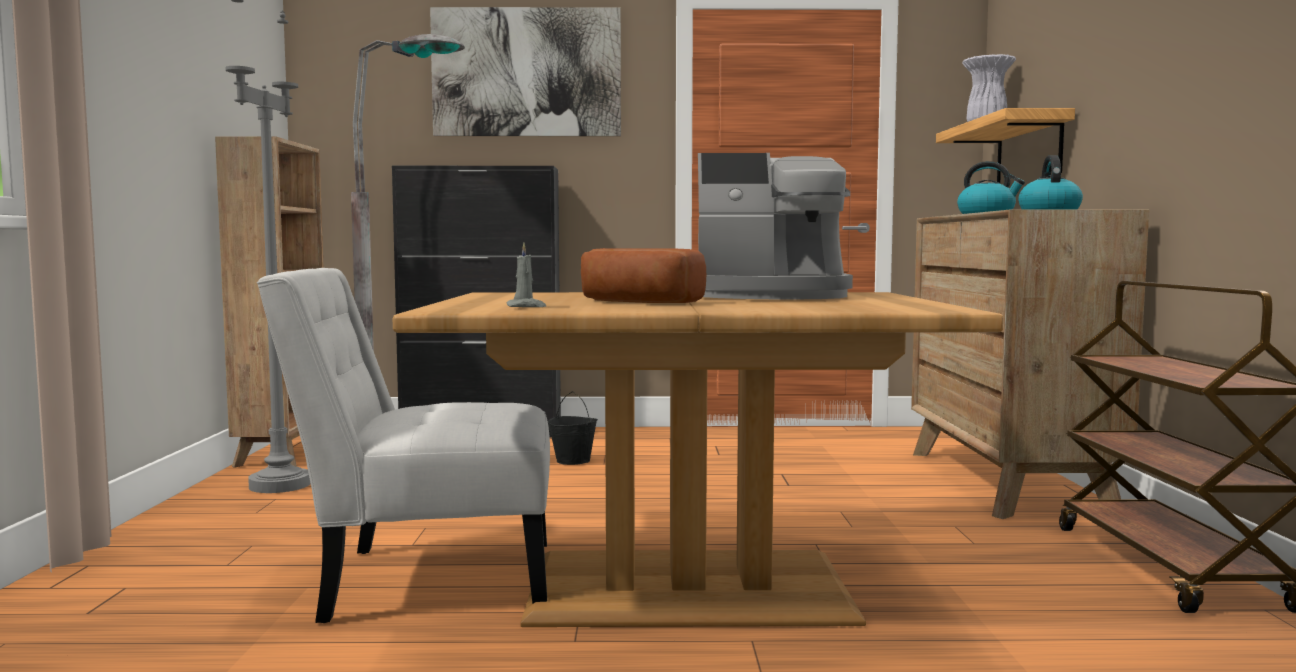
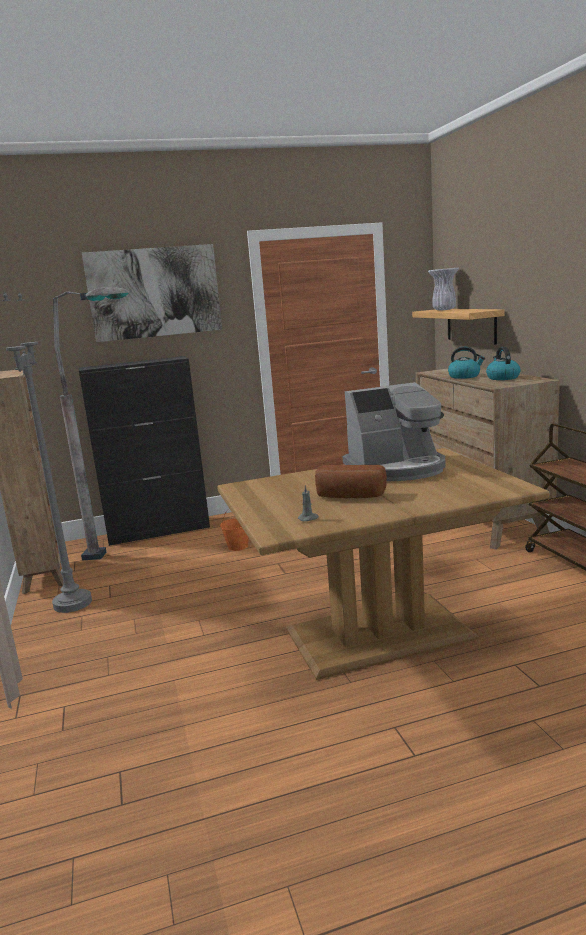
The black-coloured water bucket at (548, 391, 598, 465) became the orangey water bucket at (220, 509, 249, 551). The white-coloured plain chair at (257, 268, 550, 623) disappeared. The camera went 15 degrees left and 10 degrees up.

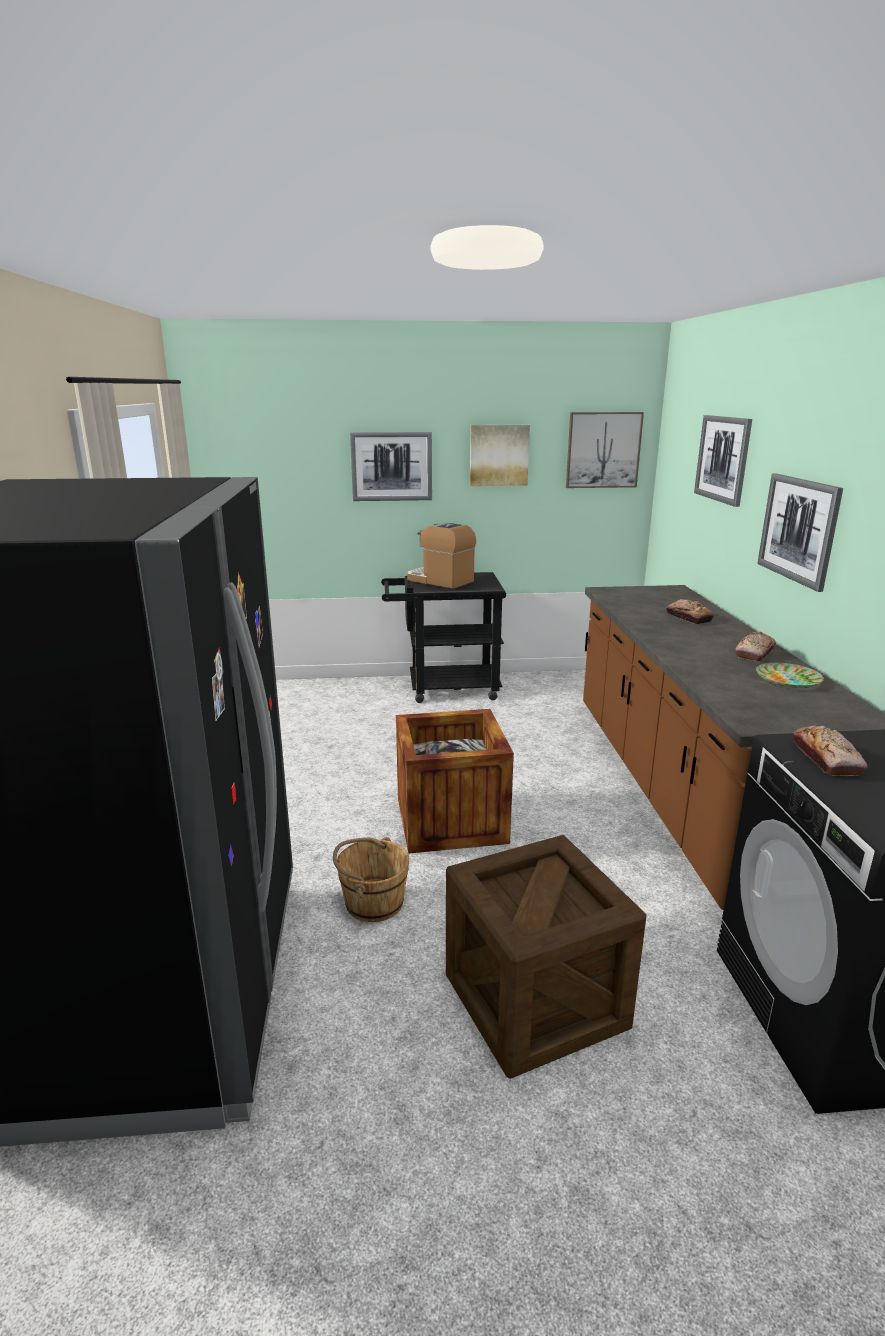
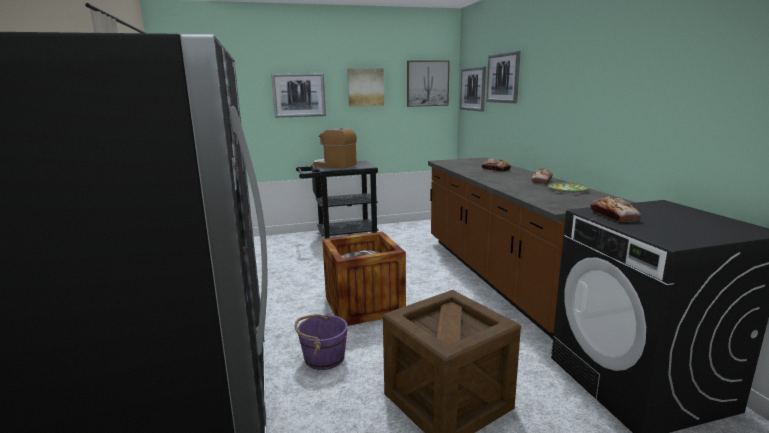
The brown-coloured water bucket at (333, 837, 409, 922) became the purple-coloured water bucket at (295, 313, 348, 370). The wall picture moved from (757, 474, 843, 592) to (460, 66, 486, 112). The camera went 10 degrees left and 5 degrees down.

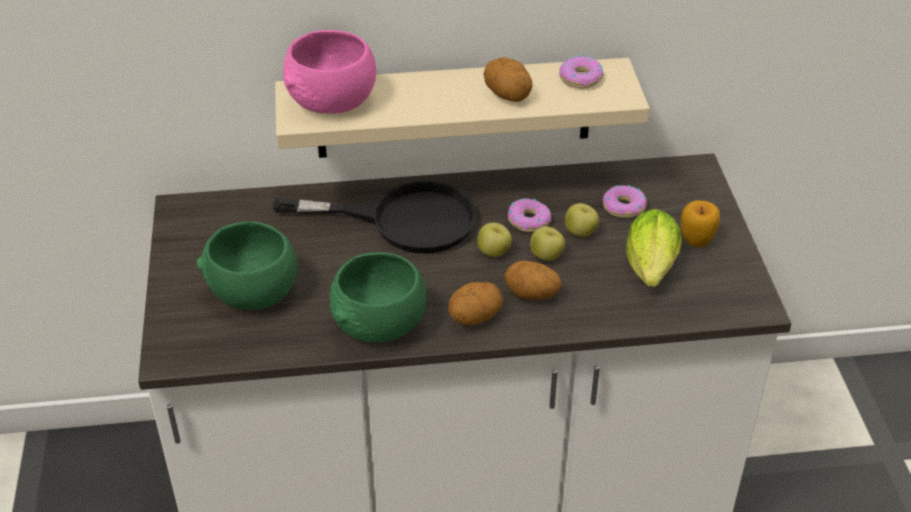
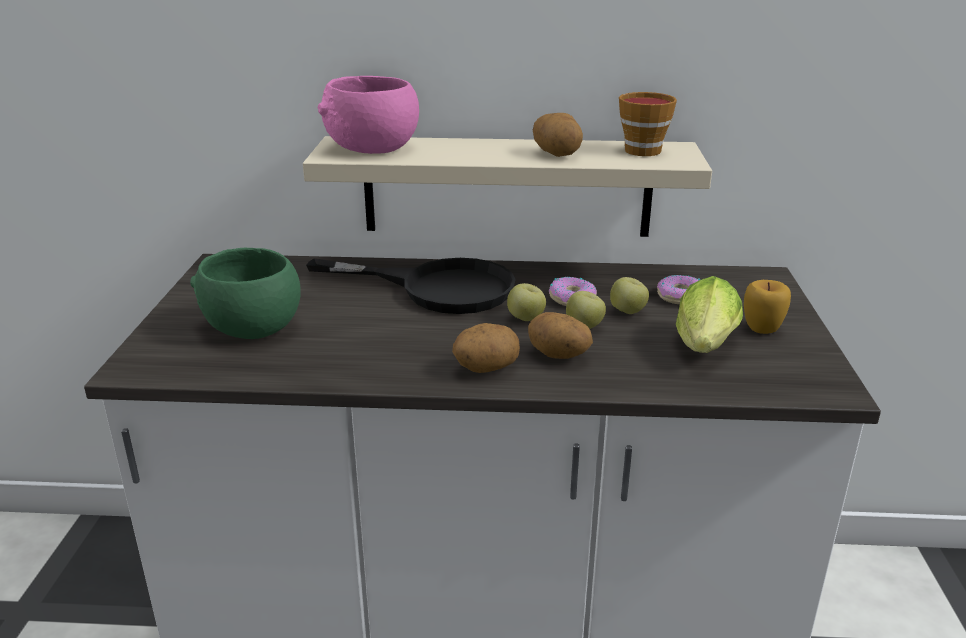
The doughnut at (559, 55, 604, 88) was replaced by the drinking cup at (619, 92, 677, 156). The greenish serving bowl at (329, 252, 427, 343) disappeared. The camera went 10 degrees right and 15 degrees down.

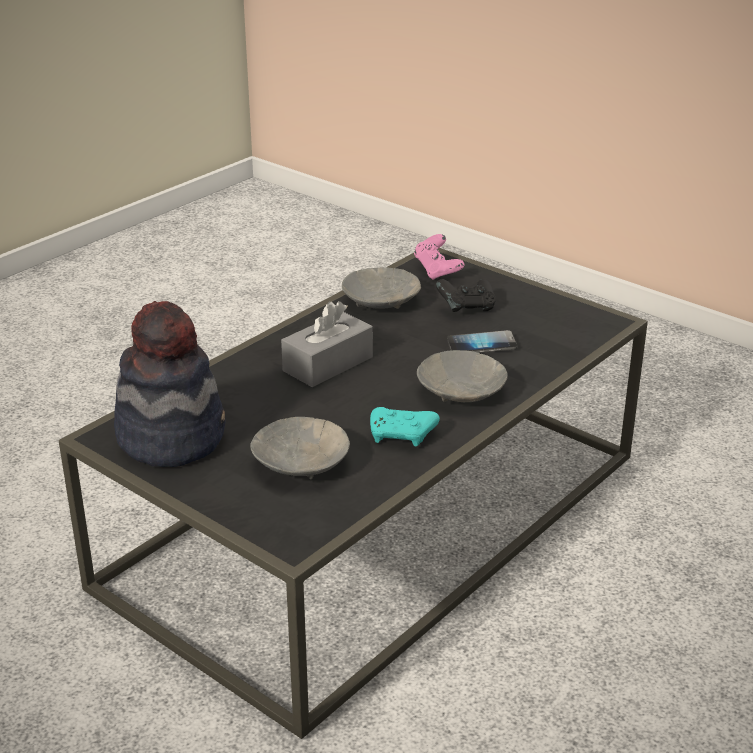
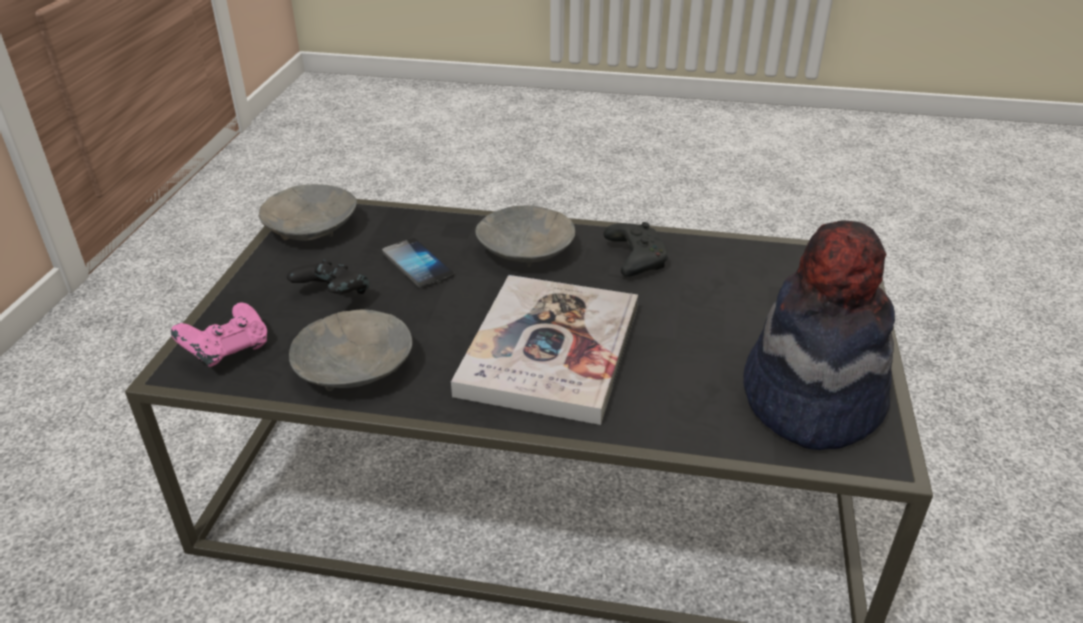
The grey serving bowl moved from (250, 417, 350, 479) to (259, 184, 357, 241). The grey tissue holder at (281, 301, 373, 387) was replaced by the book at (451, 275, 638, 425). The turquoise gamepad at (370, 407, 440, 447) became the black-coloured gamepad at (603, 222, 668, 277). The camera went 120 degrees left and 5 degrees up.

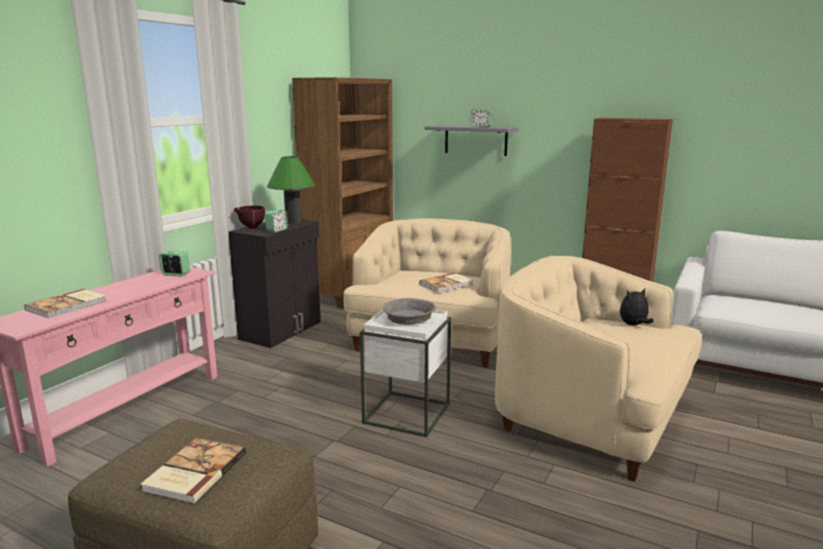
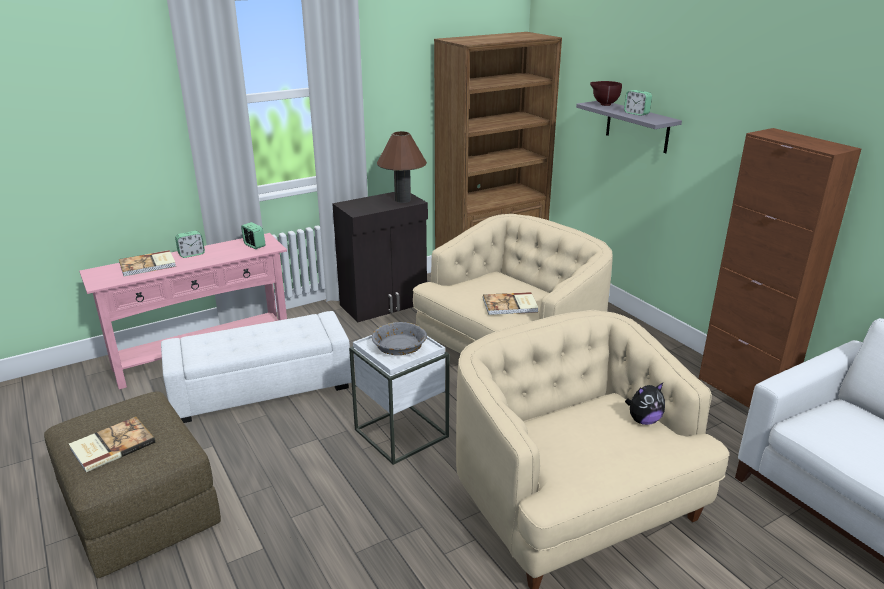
The white-coloured ottoman at (161, 311, 352, 423) appeared. The bedside clock moved from (265, 209, 288, 232) to (175, 231, 205, 258). The greenish lamp for a table at (267, 156, 315, 224) became the brown-coloured lamp for a table at (377, 131, 427, 203). The brown-coloured serving bowl moved from (234, 206, 265, 228) to (590, 81, 622, 106). The cuddly toy at (620, 288, 654, 325) turned 150 degrees clockwise. The camera went 30 degrees right and 10 degrees up.

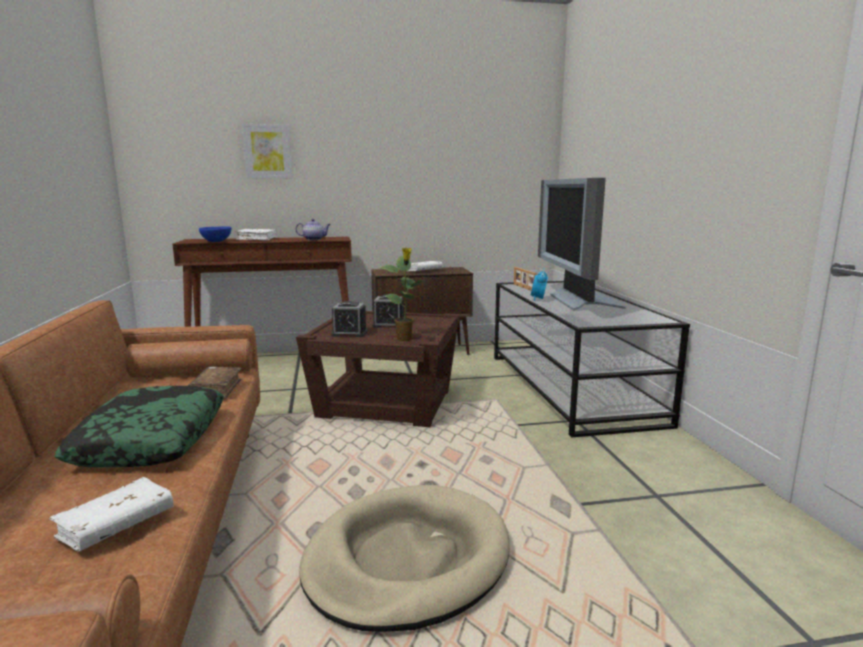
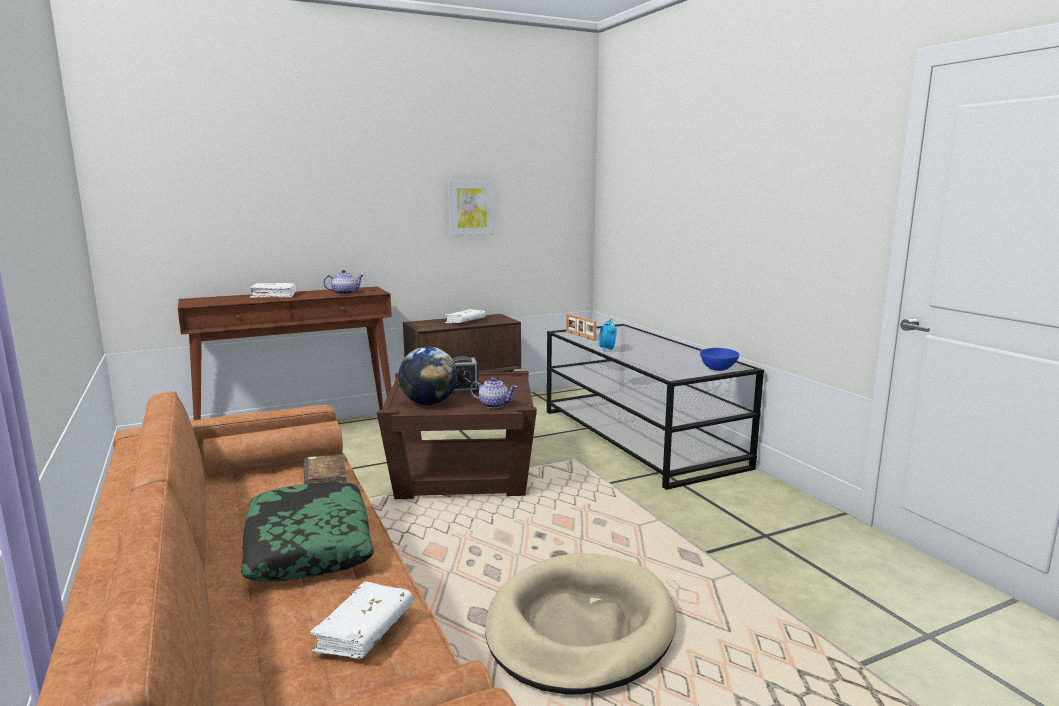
The bedside clock at (331, 301, 368, 337) was replaced by the world globe at (398, 347, 458, 405). The wall picture moved from (242, 124, 292, 178) to (448, 180, 494, 236). The plant in a pot at (379, 248, 424, 341) was replaced by the pot for tea at (470, 377, 517, 408). The bluish serving bowl moved from (199, 226, 232, 242) to (700, 348, 740, 371). The TV at (538, 178, 626, 310) disappeared. The camera went 15 degrees left and 0 degrees up.

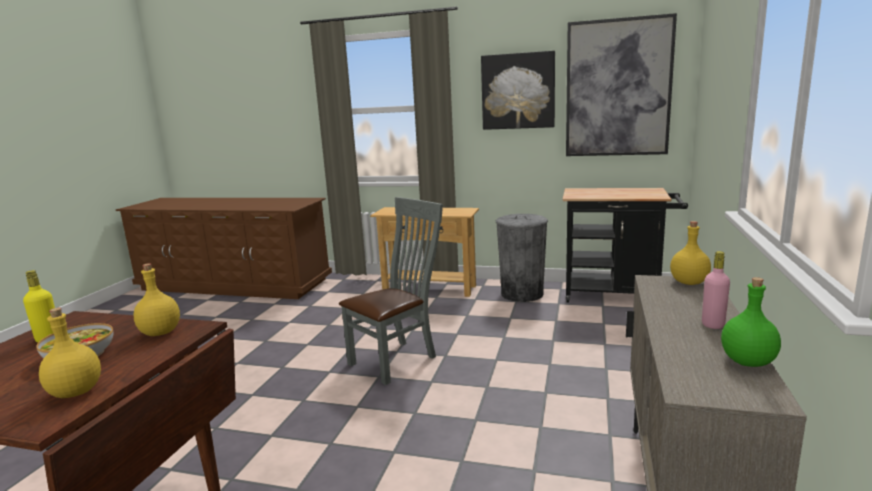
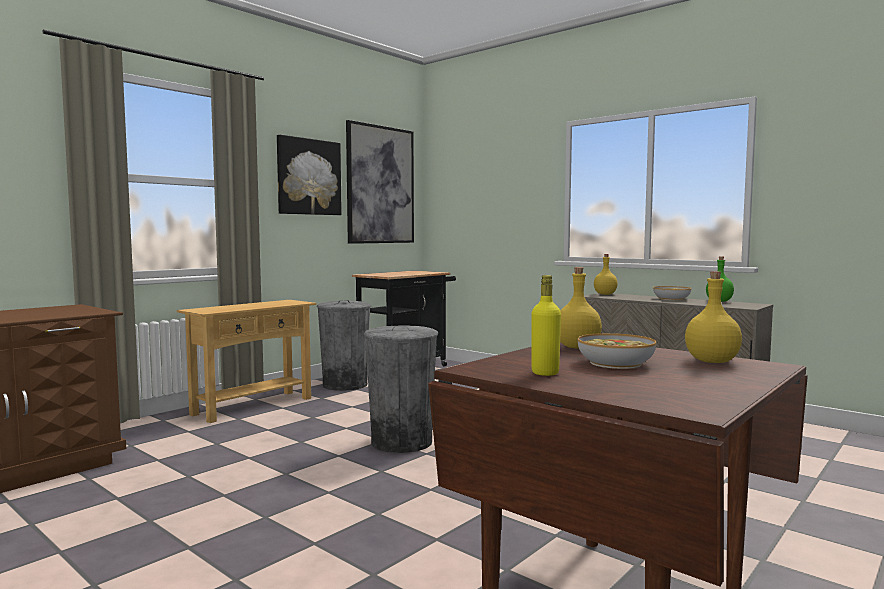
The grey plain chair at (339, 197, 443, 385) was replaced by the grey trash can at (364, 325, 438, 453). The pink-coloured beverage bottle at (702, 251, 730, 329) was replaced by the serving bowl at (653, 286, 691, 300). The camera went 65 degrees left and 10 degrees down.

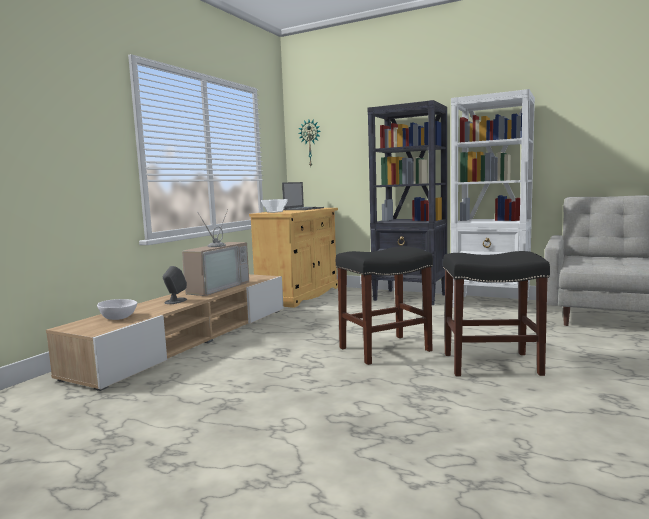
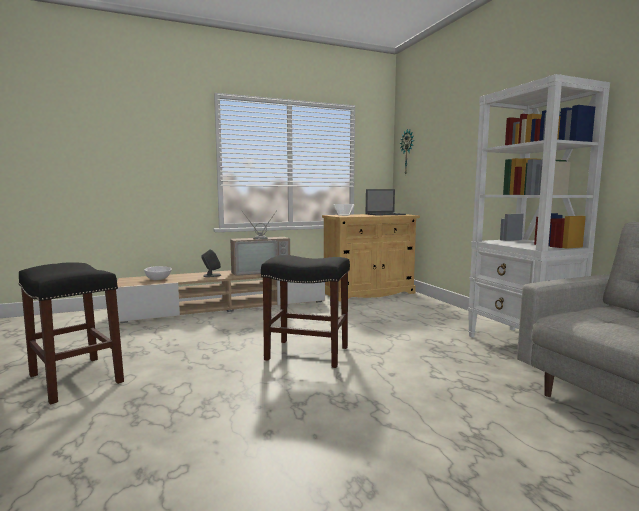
The black-coloured stool seat moved from (443, 251, 550, 376) to (18, 262, 124, 404). The black-coloured bookshelf at (367, 100, 447, 305) disappeared. The camera went 40 degrees right and 0 degrees up.

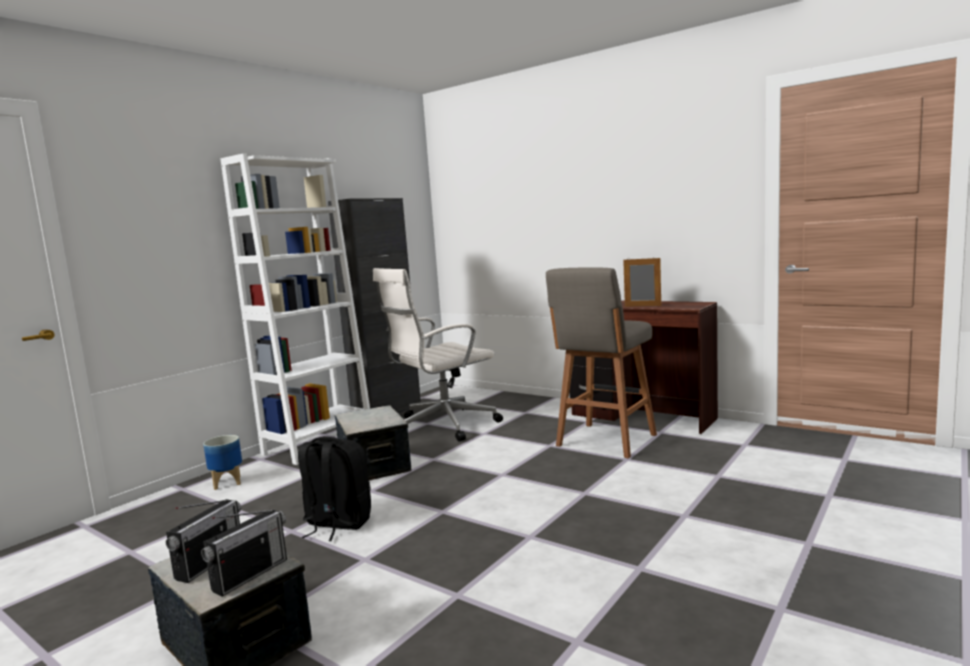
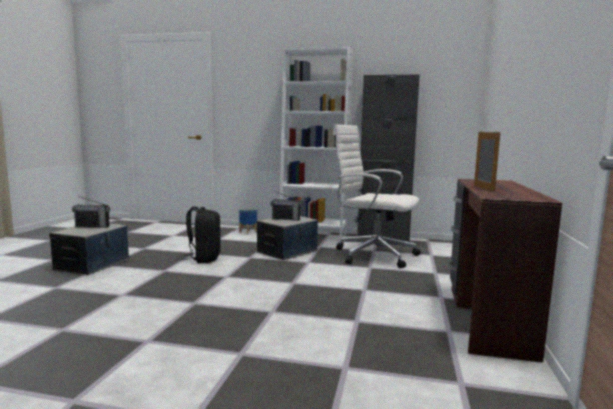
The radio receiver moved from (201, 509, 287, 597) to (270, 192, 302, 221). The grey stool seat at (546, 267, 657, 458) disappeared. The camera went 65 degrees right and 0 degrees up.

